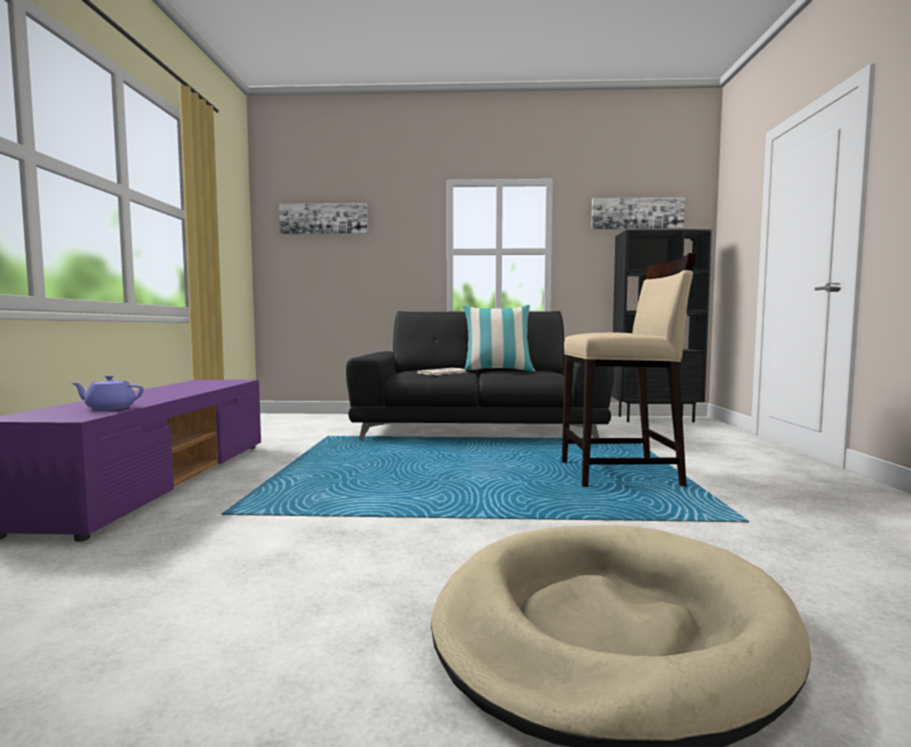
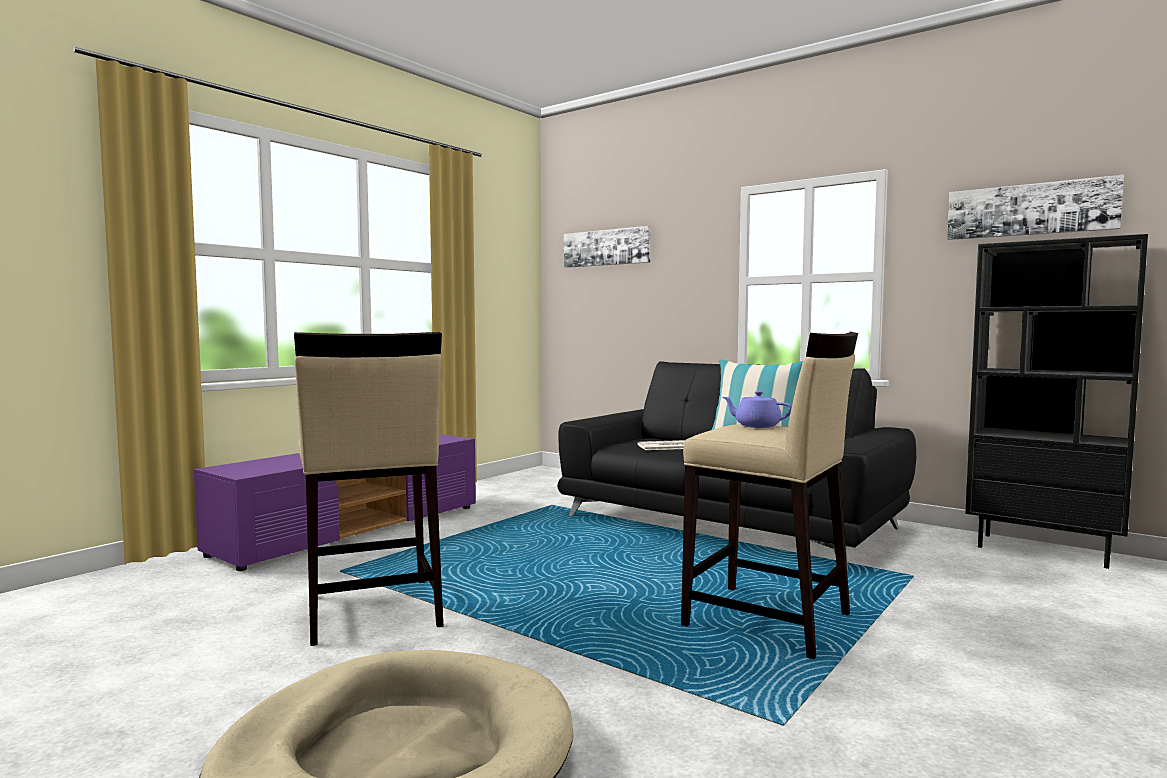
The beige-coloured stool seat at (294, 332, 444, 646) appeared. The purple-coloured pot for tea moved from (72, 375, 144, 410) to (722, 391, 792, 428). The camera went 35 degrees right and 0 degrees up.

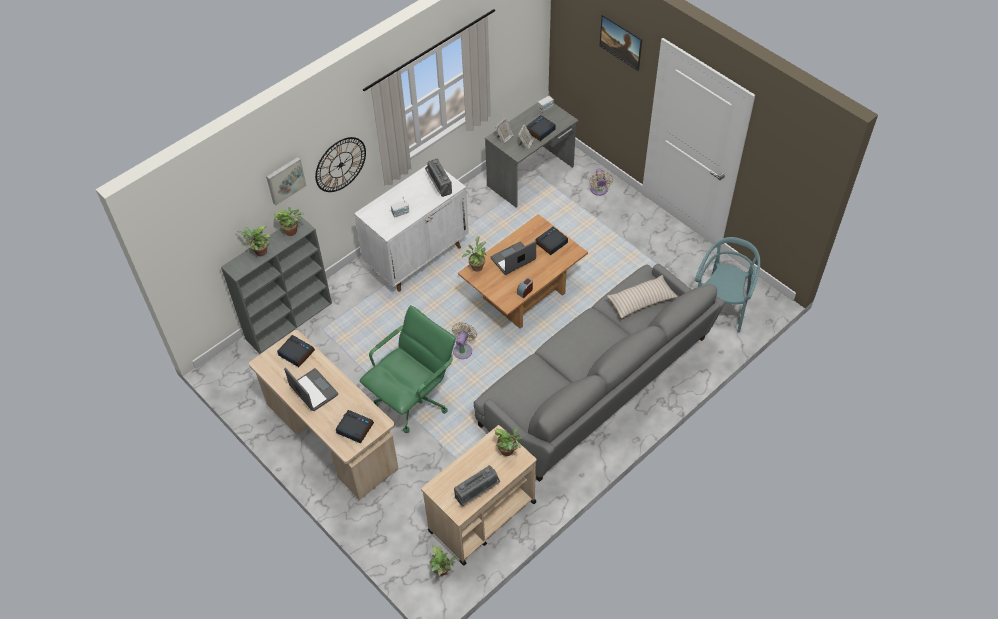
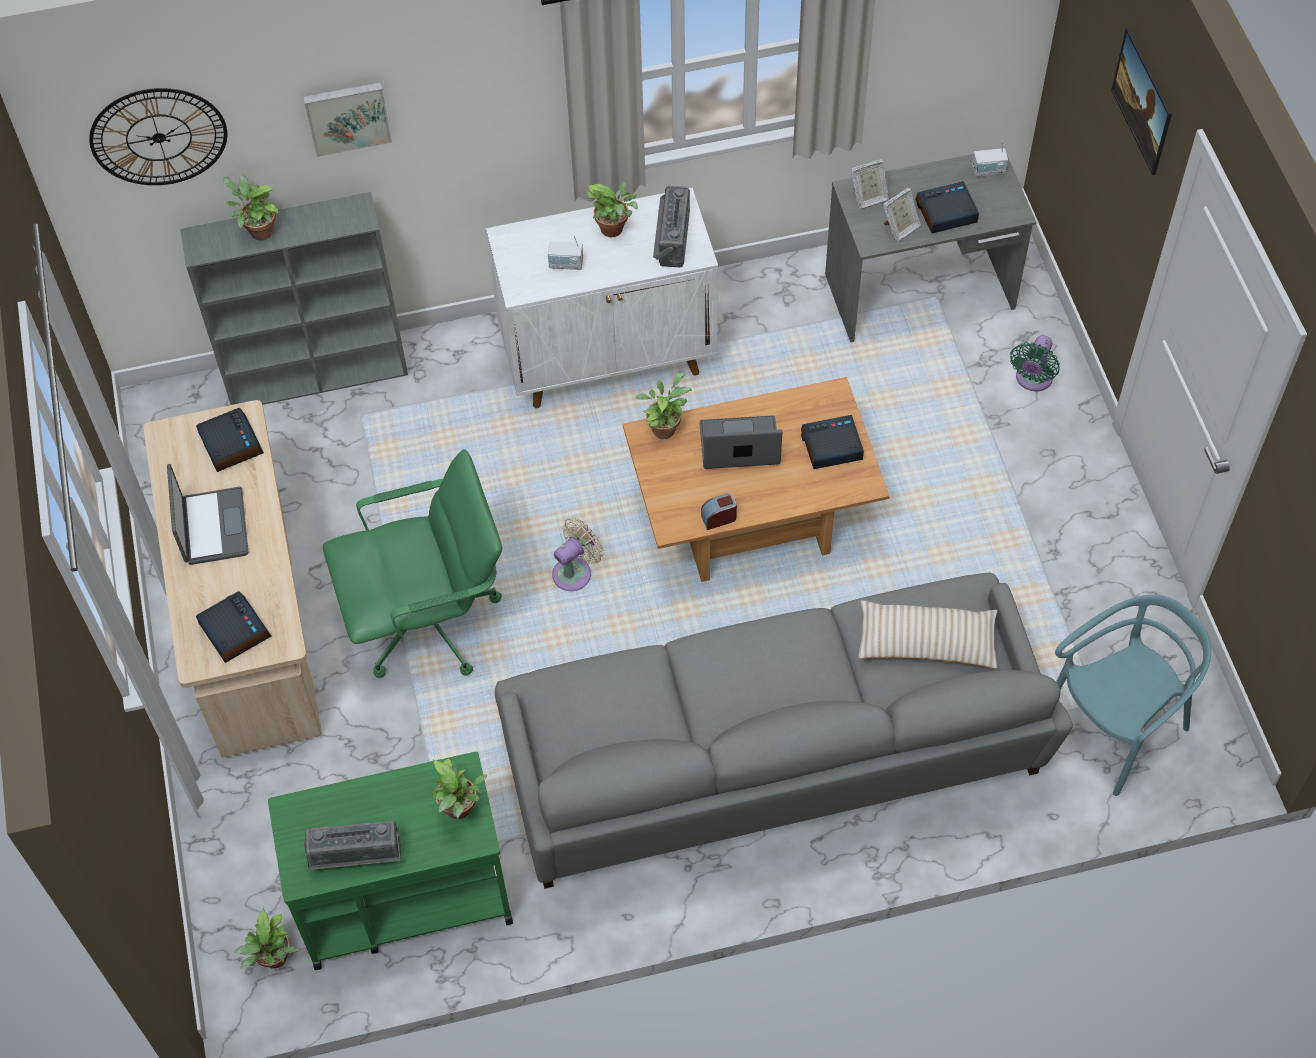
The clock on the wall moved from (315, 137, 366, 192) to (89, 88, 227, 185). The beige-coloured wheeled cart at (421, 425, 537, 565) became the greenish wheeled cart at (268, 752, 513, 970). The plant in a pot moved from (274, 207, 304, 236) to (587, 182, 638, 237). The beige-coloured fan at (589, 168, 613, 196) became the greenish fan at (1010, 335, 1060, 391). The camera went 30 degrees right and 5 degrees up.

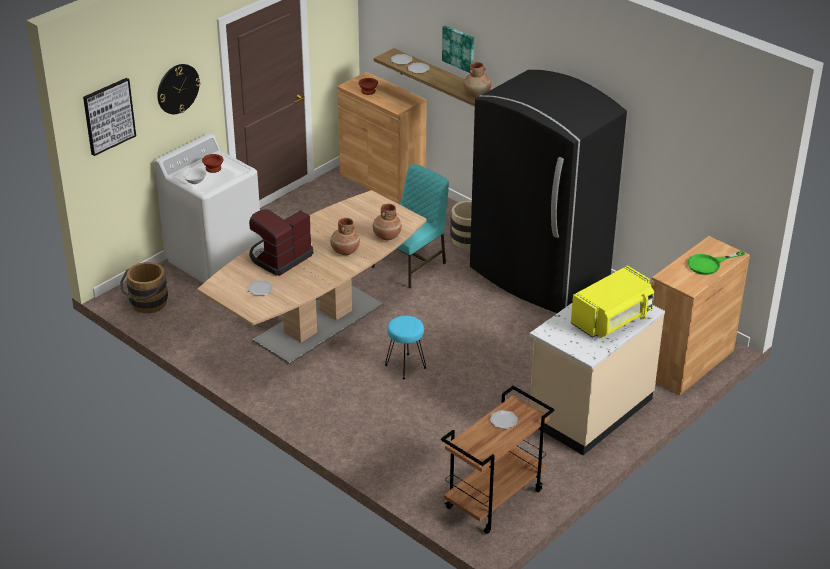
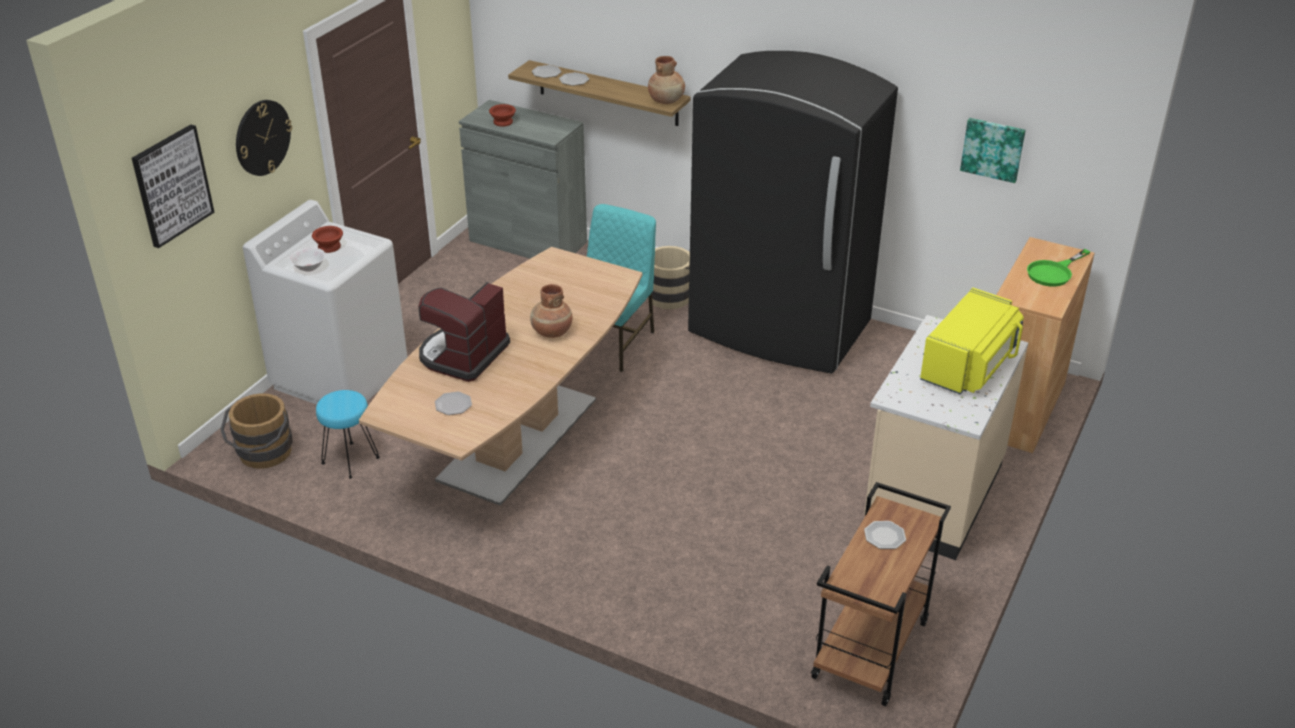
The turquoise stool seat moved from (385, 316, 426, 379) to (316, 390, 380, 479). The brown-coloured cabinet at (337, 72, 427, 204) became the grey cabinet at (459, 100, 587, 259). The wall picture moved from (442, 25, 474, 73) to (960, 118, 1026, 183). The brown-coloured flower vase at (373, 204, 402, 240) disappeared. The camera went 15 degrees left and 0 degrees up.

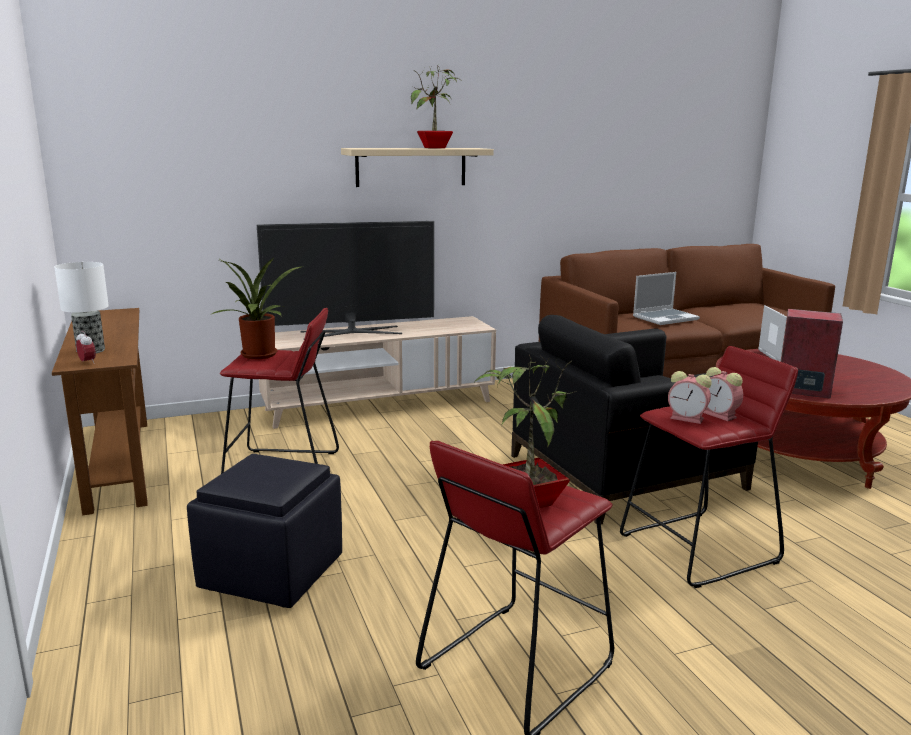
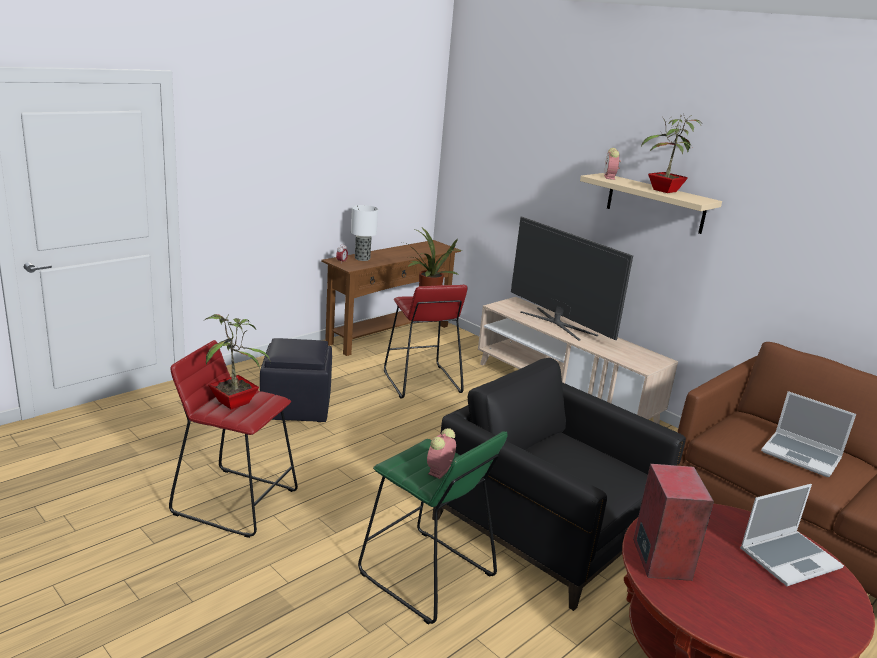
The reddish stool seat at (620, 346, 798, 588) became the greenish stool seat at (358, 431, 508, 625). The bedside clock moved from (668, 371, 712, 424) to (604, 148, 621, 180). The camera went 65 degrees right and 5 degrees up.

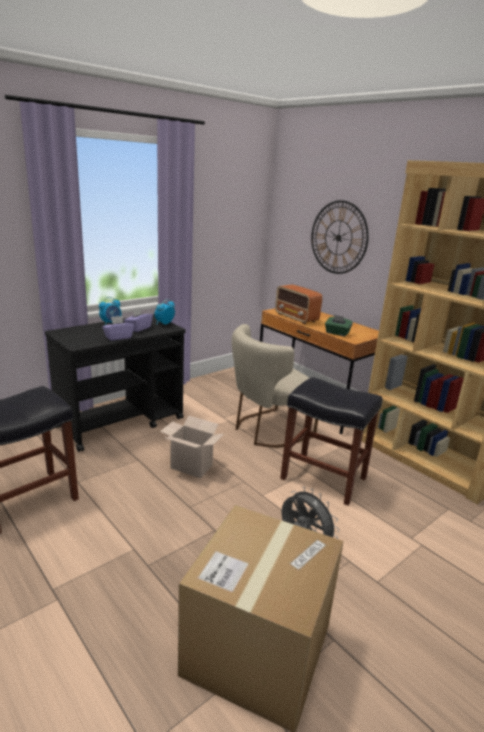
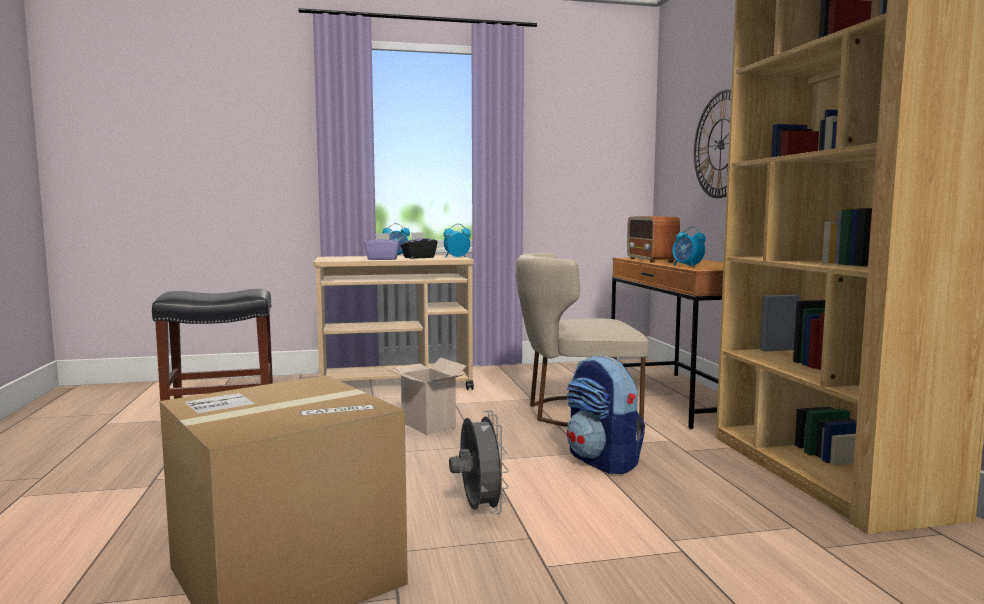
The black-coloured wheeled cart at (45, 314, 186, 452) became the beige-coloured wheeled cart at (314, 255, 474, 390). The purple-coloured tissue holder at (124, 308, 153, 332) became the black-coloured tissue holder at (400, 232, 438, 259). The black-coloured stool seat at (280, 377, 382, 506) was replaced by the rucksack at (567, 355, 645, 474). The greenish tissue holder at (325, 315, 353, 336) was replaced by the bedside clock at (672, 227, 706, 267). The camera went 30 degrees right and 15 degrees down.

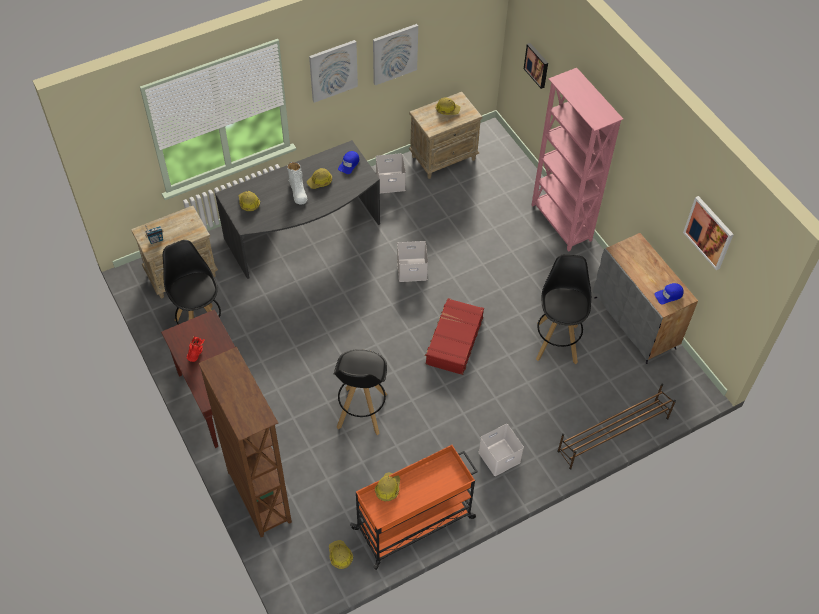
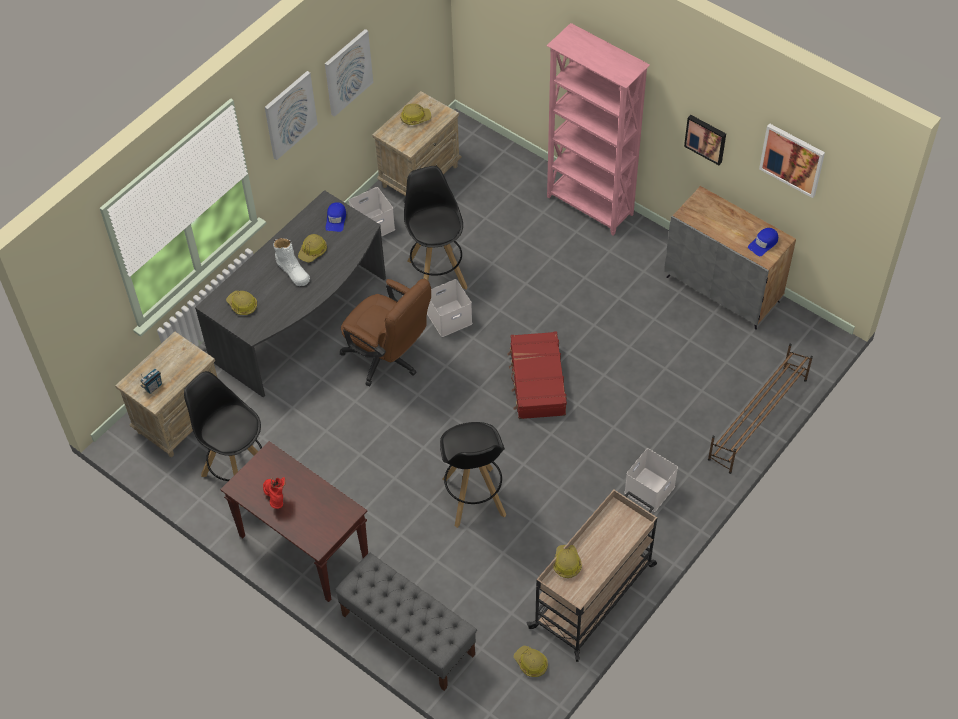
The brown-coloured bookshelf at (199, 347, 292, 537) was replaced by the grey long seat at (335, 552, 477, 691). The brown-coloured desk chair at (340, 279, 431, 386) appeared. The black-coloured stool seat moved from (536, 255, 591, 364) to (404, 166, 467, 290). The orangey wheeled cart at (350, 445, 478, 570) became the beige-coloured wheeled cart at (526, 490, 657, 662). The wall picture moved from (524, 43, 548, 89) to (684, 115, 726, 165). The camera went 20 degrees left and 0 degrees up.

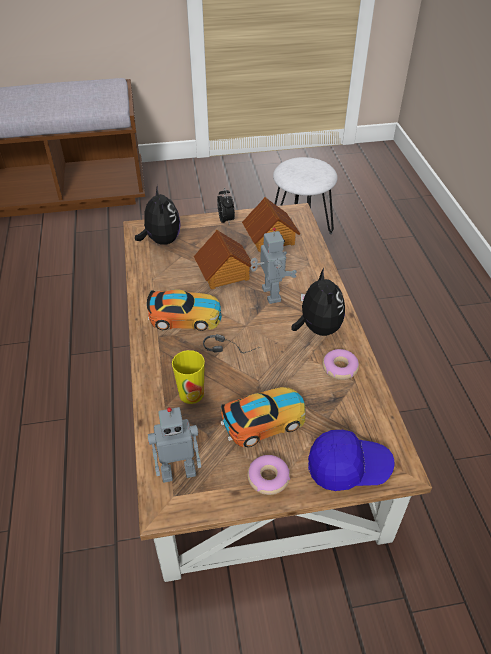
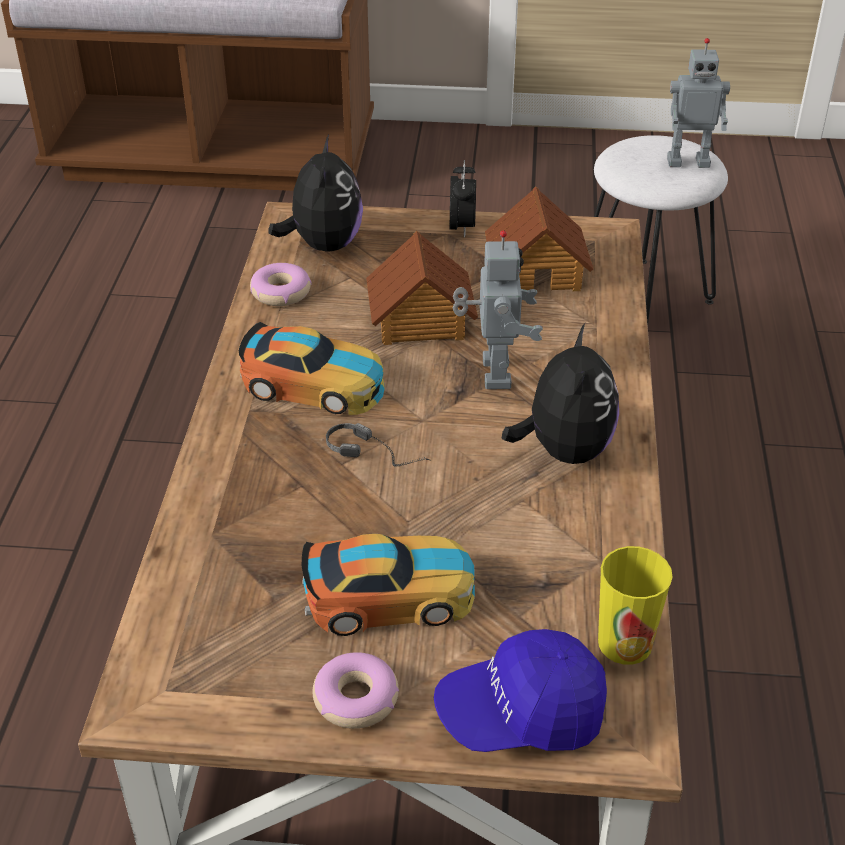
The doughnut moved from (322, 349, 359, 380) to (250, 263, 312, 306). The bluish cap at (308, 430, 394, 491) turned 150 degrees clockwise. The drinking cup moved from (172, 350, 205, 404) to (598, 546, 673, 665). The toy robot moved from (148, 407, 201, 483) to (667, 38, 730, 168). The camera went 15 degrees right and 5 degrees down.

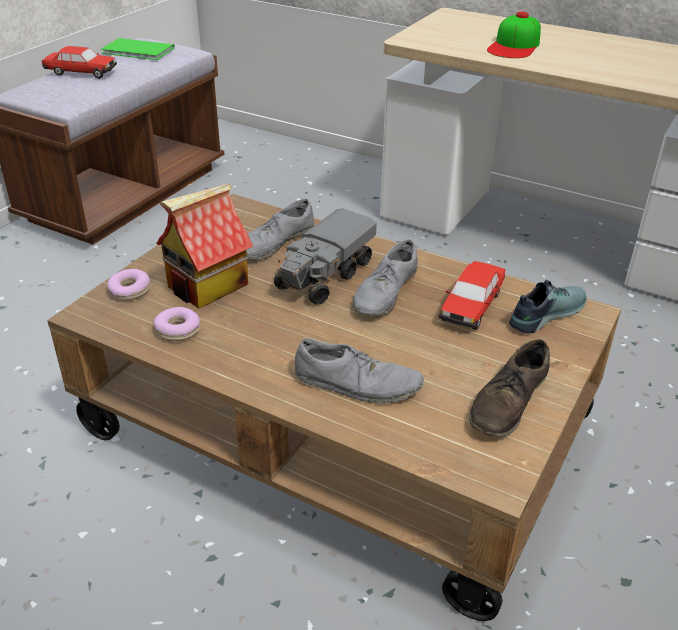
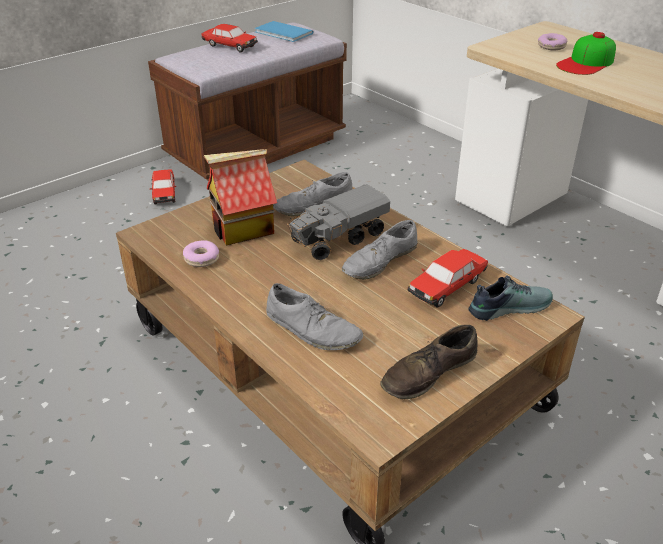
The miniature car at (150, 169, 176, 204) appeared. The greenish book at (101, 38, 175, 60) became the bluish book at (254, 21, 314, 42). The doughnut moved from (107, 269, 151, 300) to (538, 33, 567, 50). The camera went 20 degrees right and 0 degrees up.

